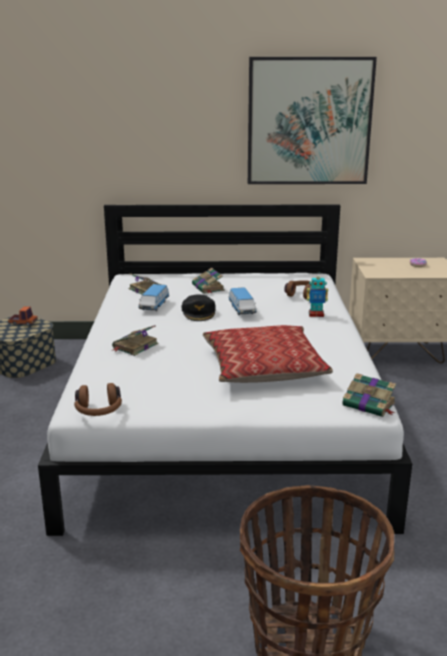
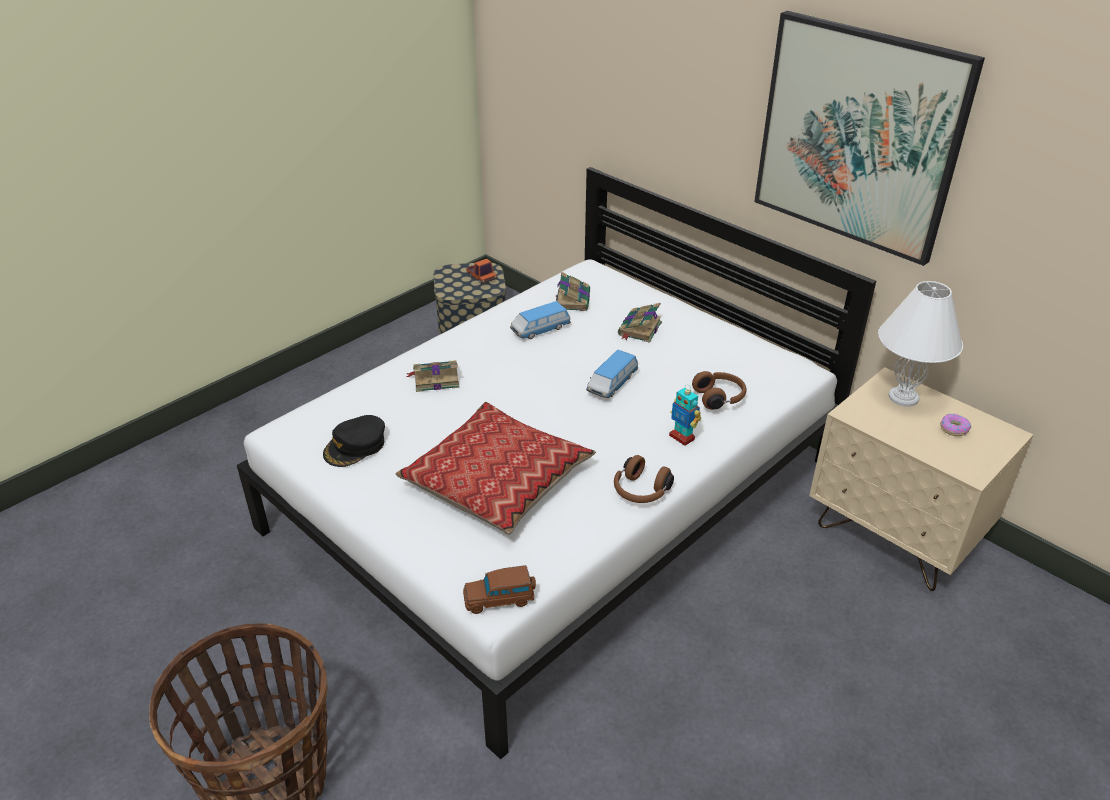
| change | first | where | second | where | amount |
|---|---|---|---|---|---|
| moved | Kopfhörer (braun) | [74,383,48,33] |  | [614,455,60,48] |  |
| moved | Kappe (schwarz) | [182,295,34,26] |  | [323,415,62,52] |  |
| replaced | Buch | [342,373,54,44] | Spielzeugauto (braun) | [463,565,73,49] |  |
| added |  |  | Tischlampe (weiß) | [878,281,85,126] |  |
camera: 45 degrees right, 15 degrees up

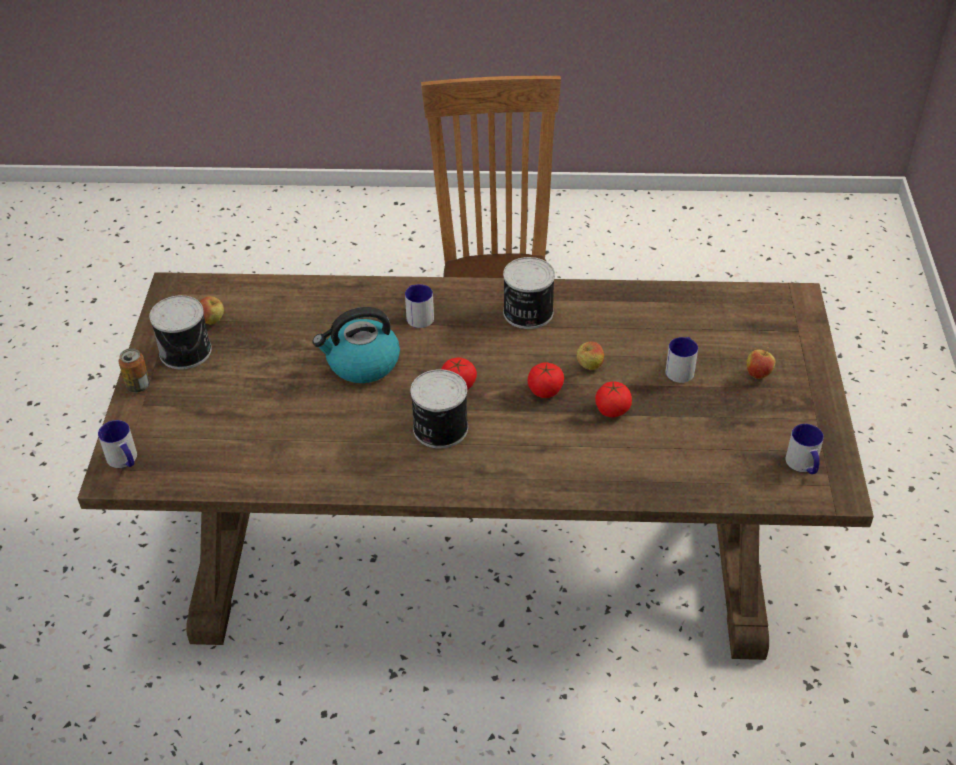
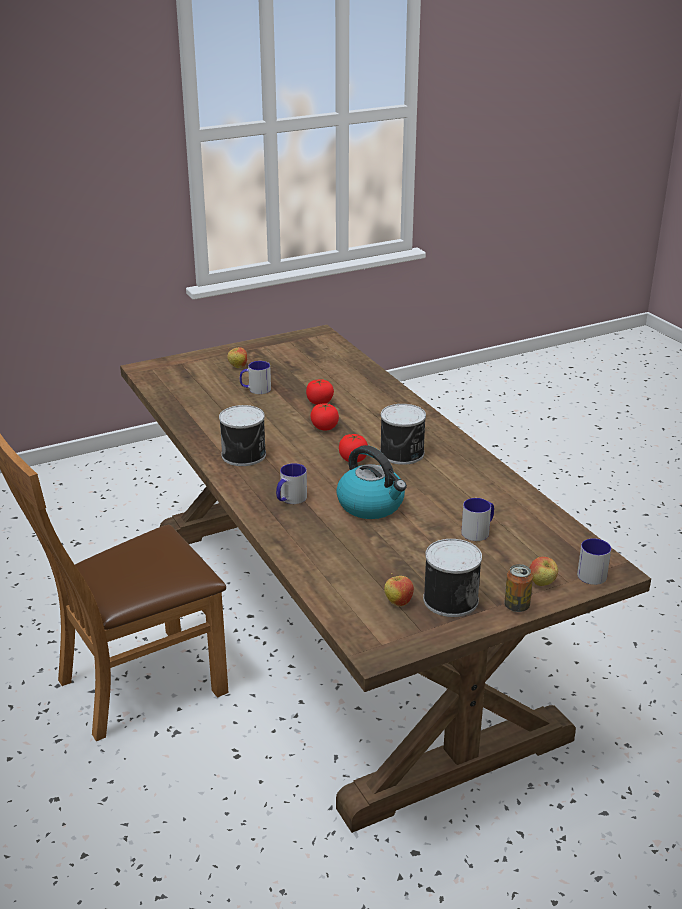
| change | first | where | second | where | amount |
|---|---|---|---|---|---|
| moved | Apfel | [577,342,27,28] |  | [530,557,28,29] |  |
| moved | Henkelbecher | [786,424,38,50] |  | [461,498,33,43] |  |
camera: 120 degrees left, 15 degrees down

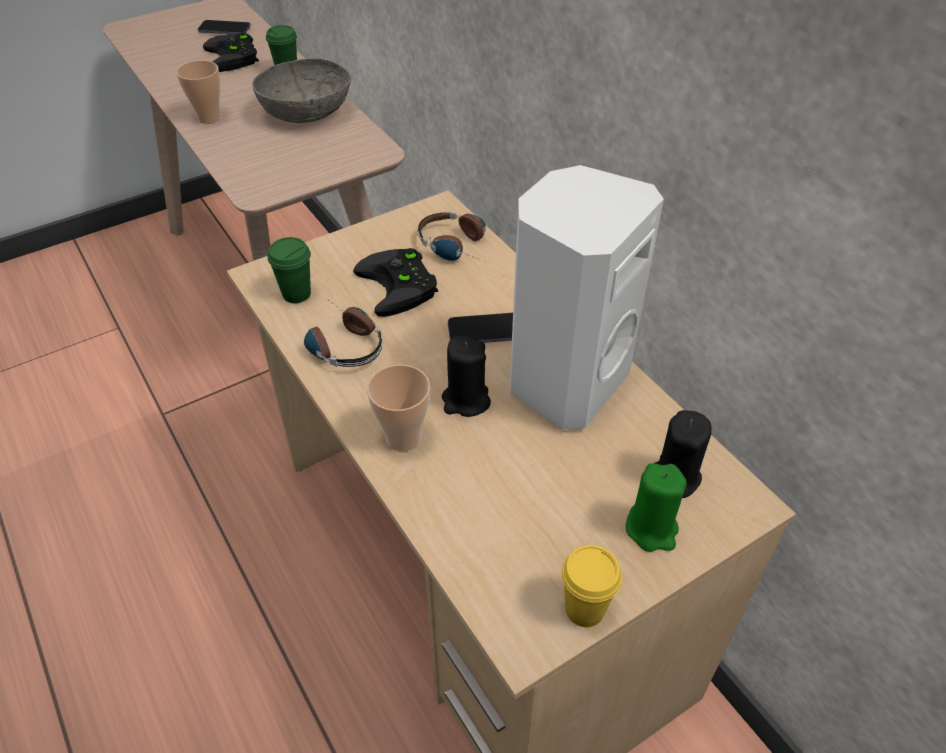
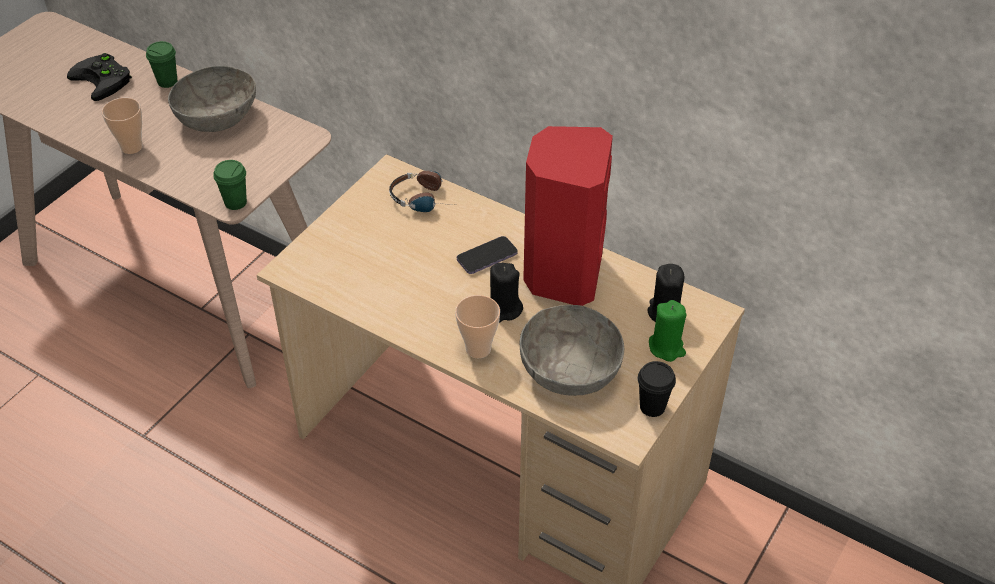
| change | first | where | second | where | amount |
|---|---|---|---|---|---|
| removed | Handy | [198,20,53,14] |  |  |  |
| moved | Tasse (grün) | [268,237,43,66] |  | [213,160,34,50] |  |
| removed | Kopfhörer | [304,298,78,69] |  |  |  |
| removed | Gamepad (schwarz) | [353,248,85,69] |  |  |  |
| recoloured | Lautsprecher (weiß) | [510,165,154,265] | Lautsprecher (rot) | [523,126,90,180] |  |
| recoloured | Tasse (gelb) | [561,545,61,82] | Tasse (schwarz) | [638,361,38,56] |  |
| added |  |  | Schüssel (grau) | [520,305,104,91] |  |
camera: 25 degrees left, 0 degrees up

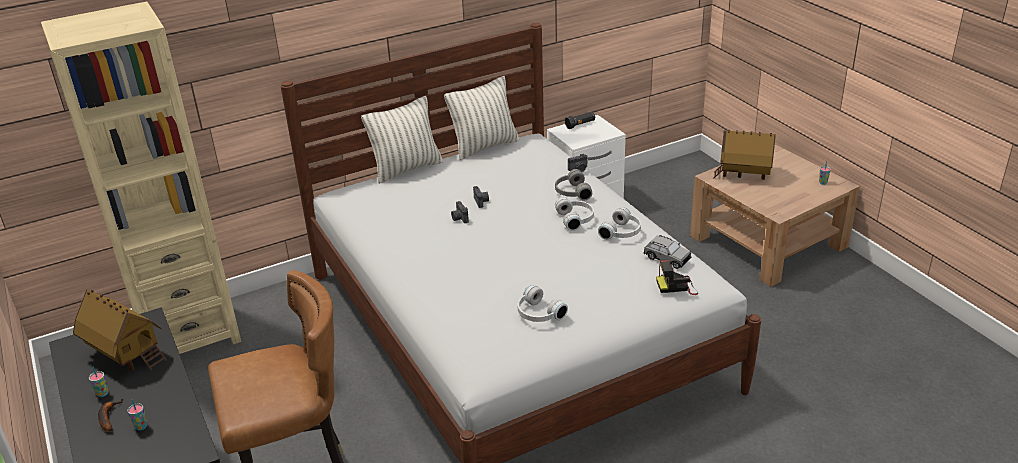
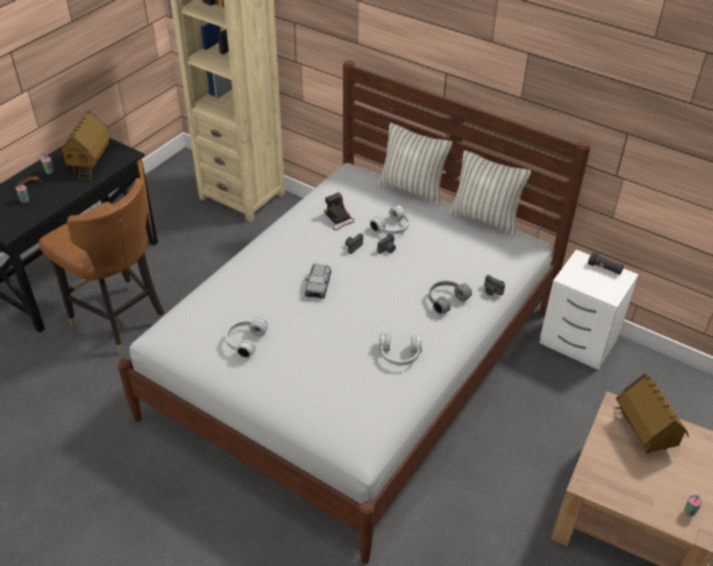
| change | first | where | second | where | amount |
|---|---|---|---|---|---|
| moved | Kopfhörer (weiß) | [555,197,39,34] |  | [370,205,39,29] |  |
| moved | Spielzeugauto (grau) | [643,235,49,34] |  | [305,264,26,34] |  |
| moved | Kamera | [656,259,42,36] |  | [324,192,31,38] |  |
camera: 60 degrees right, 10 degrees up

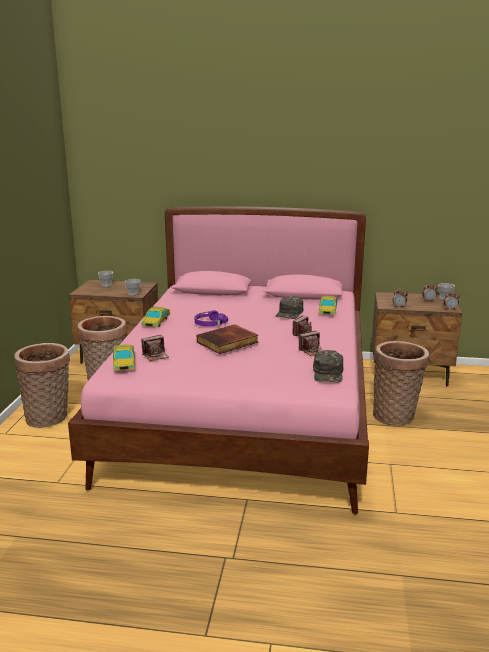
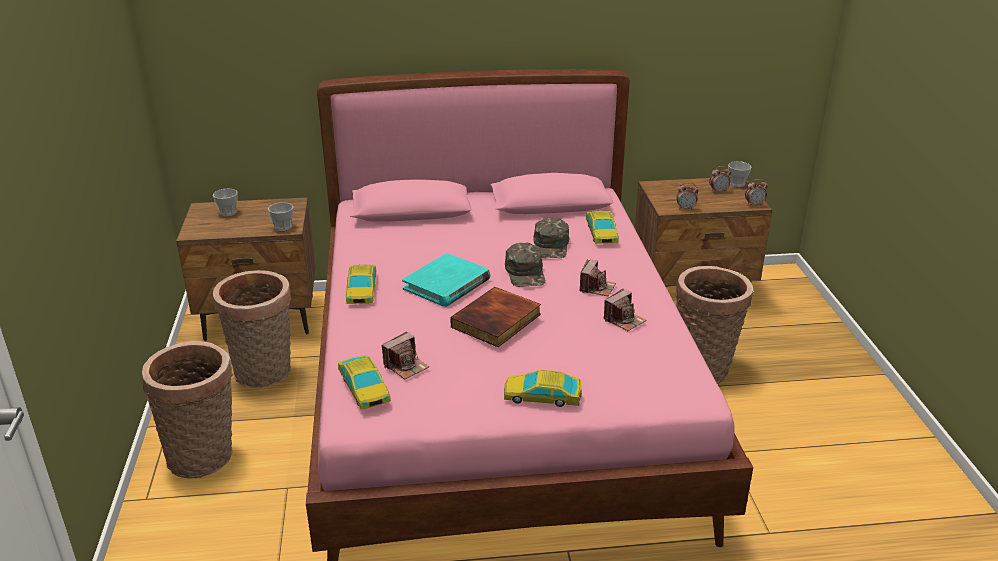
| change | first | where | second | where | amount |
|---|---|---|---|---|---|
| replaced | Kopfhörer (lila) | [195,310,33,16] | Buch (türkis) | [402,253,89,54] |  |
| moved | Kappe (grün) | [313,350,30,33] |  | [505,243,41,44] |  |
| added |  |  | Spielzeugauto | [504,370,78,37] |  |
camera: 15 degrees left, 10 degrees up

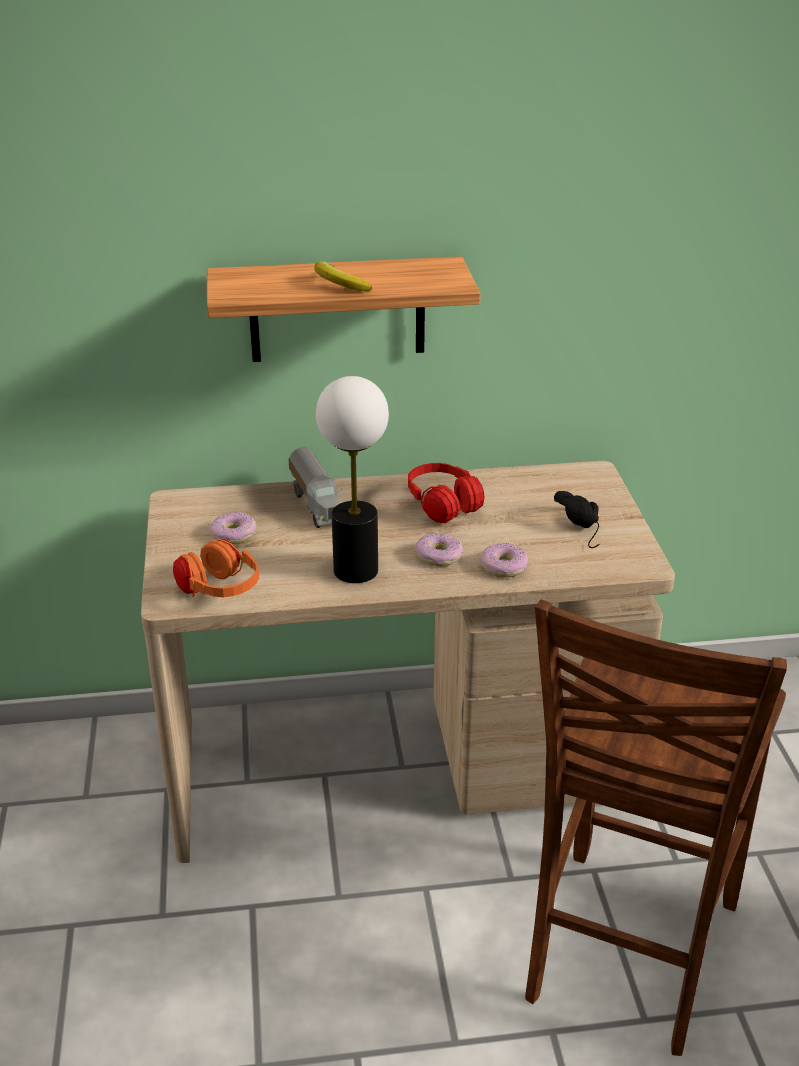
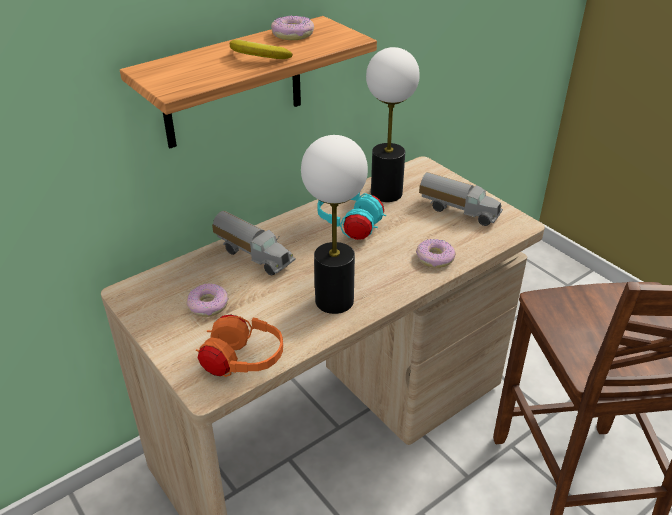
| change | first | where | second | where | amount |
|---|---|---|---|---|---|
| recoloured | Kopfhörer (rot) | [408,463,76,60] | Kopfhörer (türkis) | [317,192,69,48] |  |
| moved | Donut | [415,533,48,34] |  | [271,15,43,25] |  |
| replaced | Kopfhörer (schwarz) | [554,491,45,57] | Spielzeuglaster | [419,172,84,54] |  |
| added |  |  | Tischlampe | [366,47,54,155] |  |
camera: 30 degrees left, 5 degrees up

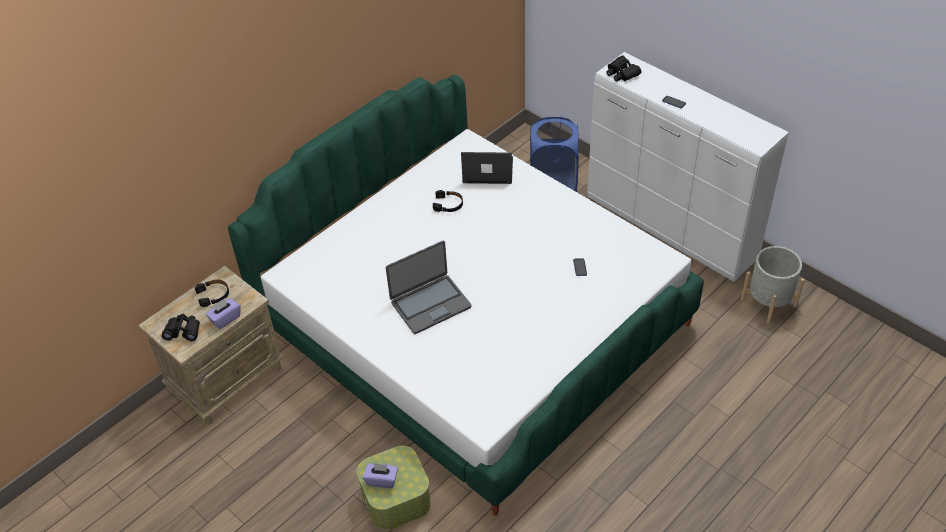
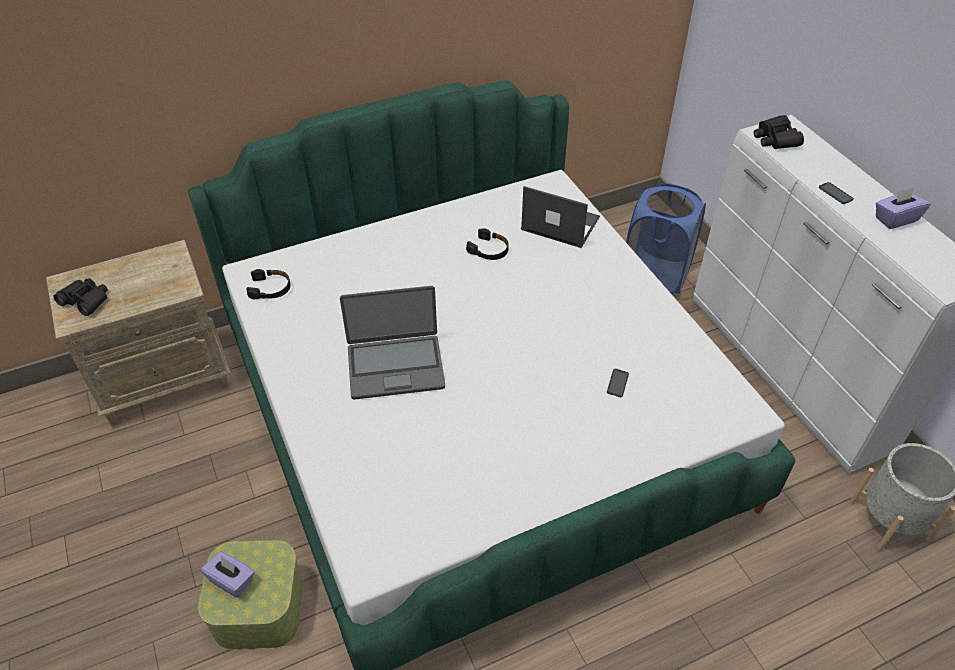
| change | first | where | second | where | amount |
|---|---|---|---|---|---|
| moved | Kopfhörer (schwarz) | [195,280,34,27] |  | [246,269,45,30] |  |
| moved | Taschentuchbox (lila) | [206,298,35,31] |  | [876,187,55,42] |  |
camera: 20 degrees right, 0 degrees up

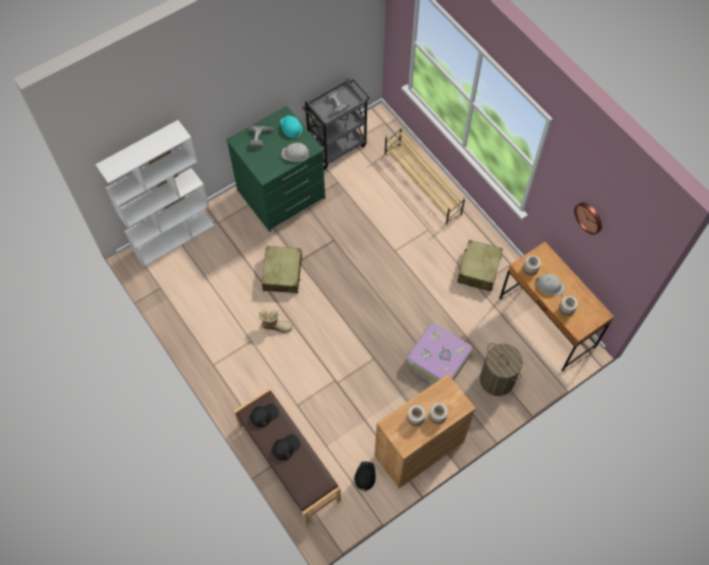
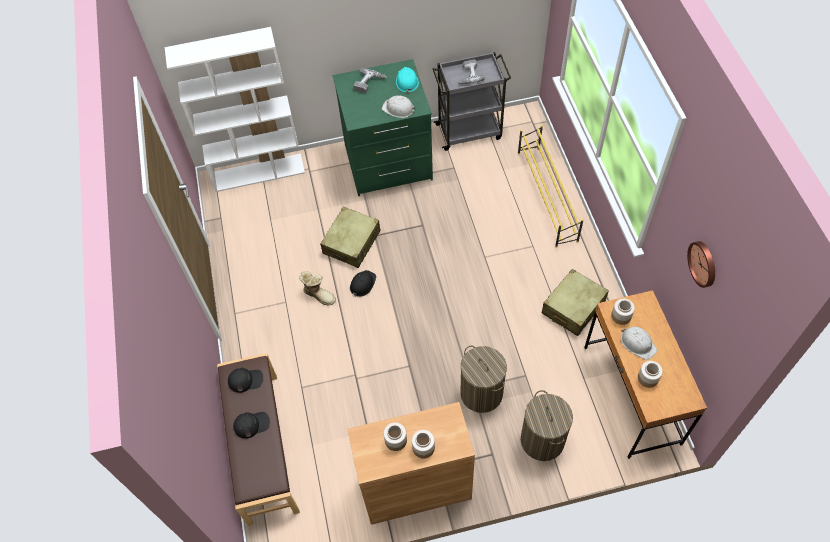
| change | first | where | second | where | amount |
|---|---|---|---|---|---|
| moved | Schutzhelm (schwarz) | [355,461,21,31] |  | [350,270,26,27] |  |
| replaced | Koffer | [406,323,66,62] | Wäschekorb | [460,346,47,67] |  |
camera: 25 degrees right, 5 degrees down

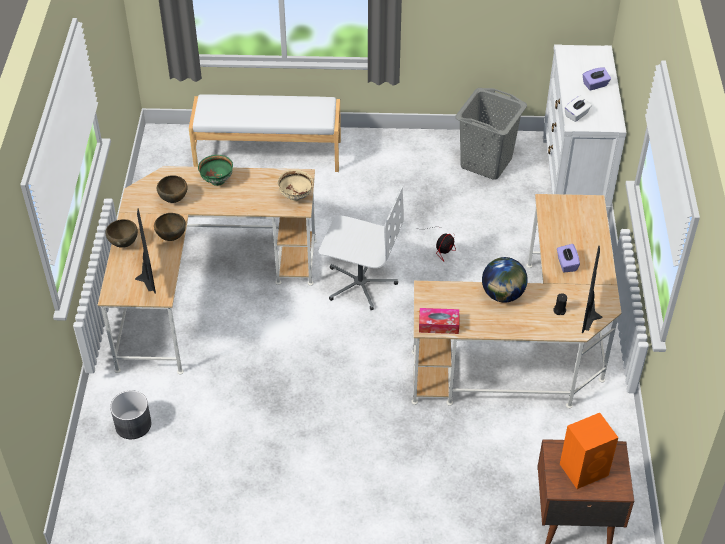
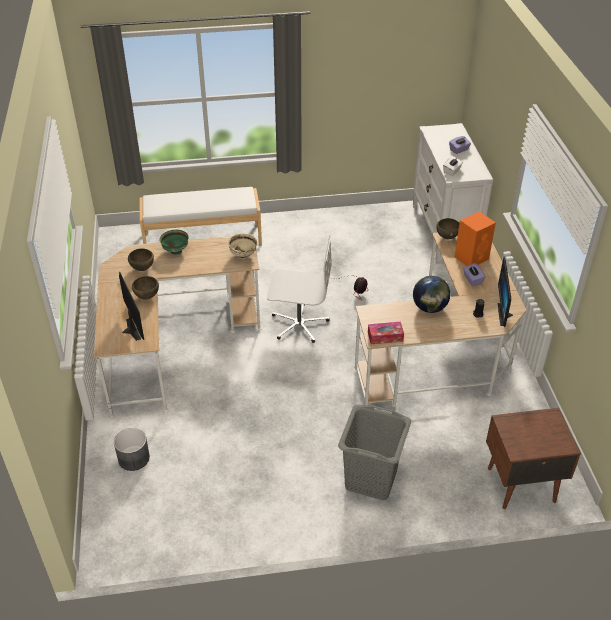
| change | first | where | second | where | amount |
|---|---|---|---|---|---|
| moved | Schüssel (braun) | [105,219,33,29] |  | [437,218,23,21] |  |
| moved | Wäschekorb (grau) | [455,88,72,92] |  | [338,405,73,95] |  |
| moved | Lautsprecher (orange) | [560,413,58,76] |  | [455,211,41,55] |  |
camera: 10 degrees left, 5 degrees down

